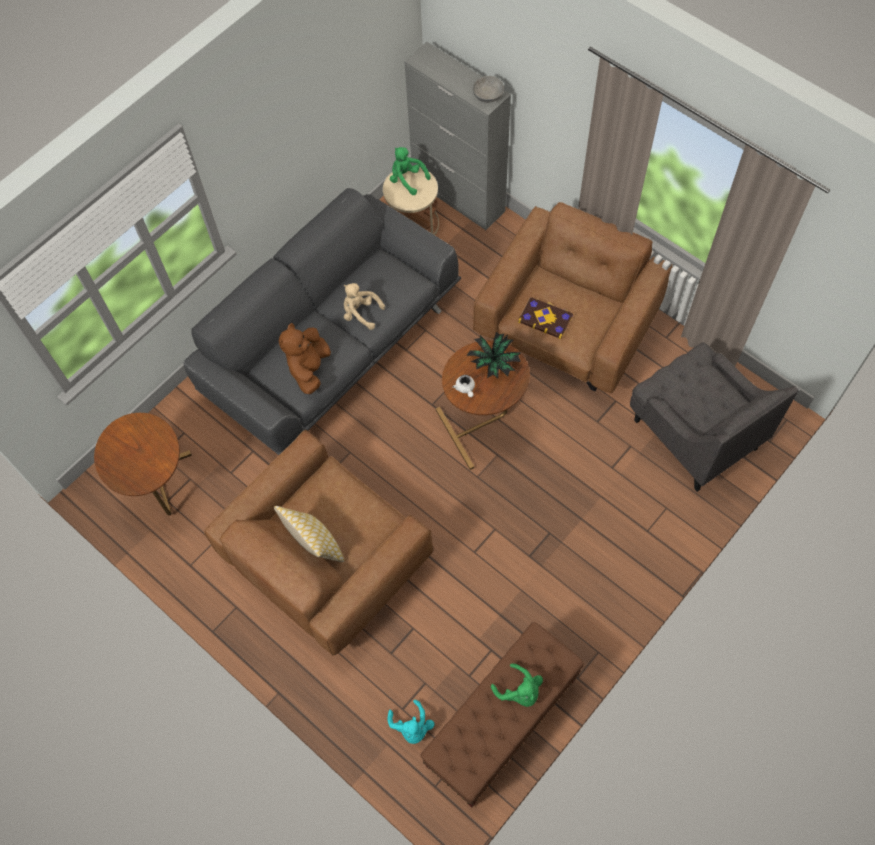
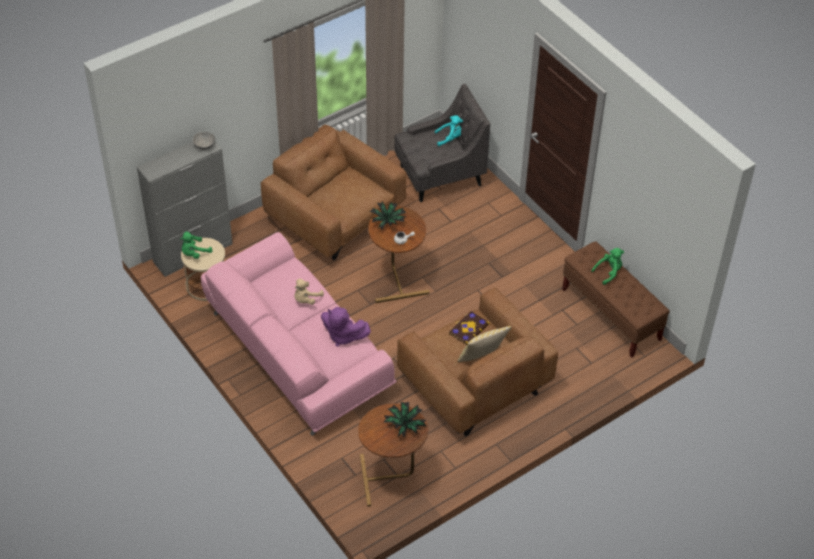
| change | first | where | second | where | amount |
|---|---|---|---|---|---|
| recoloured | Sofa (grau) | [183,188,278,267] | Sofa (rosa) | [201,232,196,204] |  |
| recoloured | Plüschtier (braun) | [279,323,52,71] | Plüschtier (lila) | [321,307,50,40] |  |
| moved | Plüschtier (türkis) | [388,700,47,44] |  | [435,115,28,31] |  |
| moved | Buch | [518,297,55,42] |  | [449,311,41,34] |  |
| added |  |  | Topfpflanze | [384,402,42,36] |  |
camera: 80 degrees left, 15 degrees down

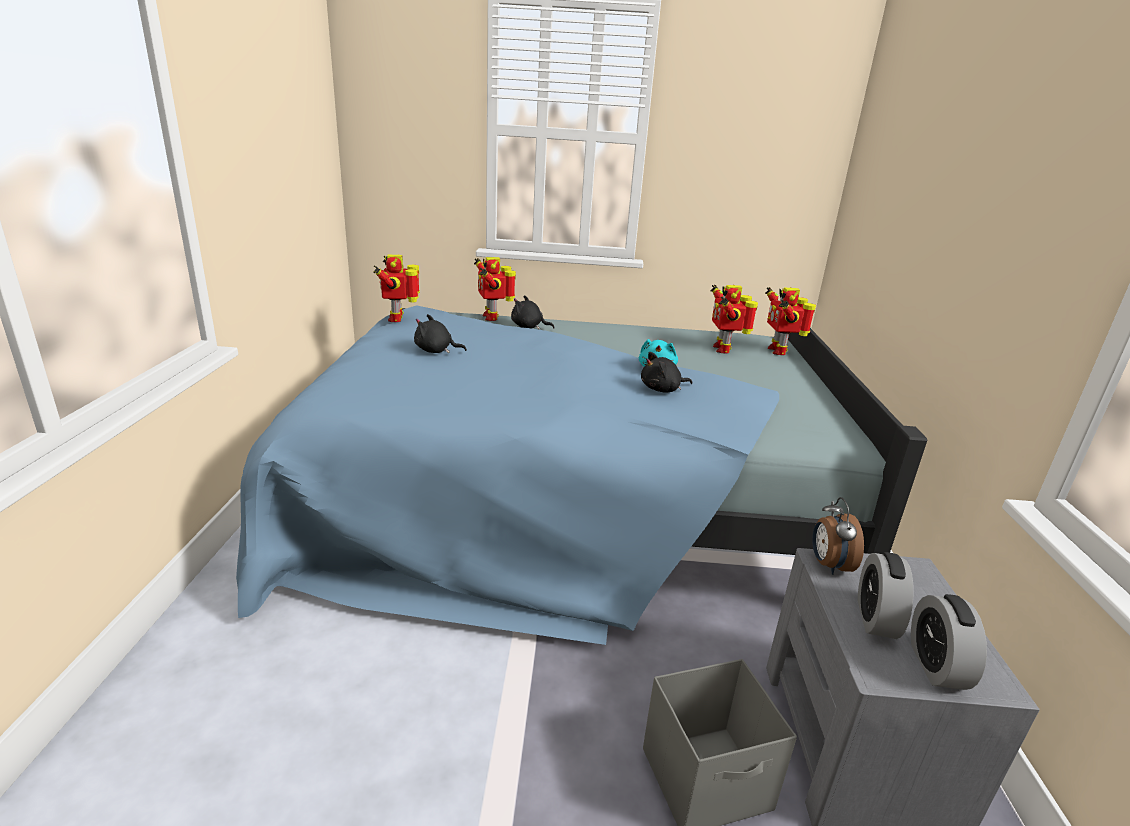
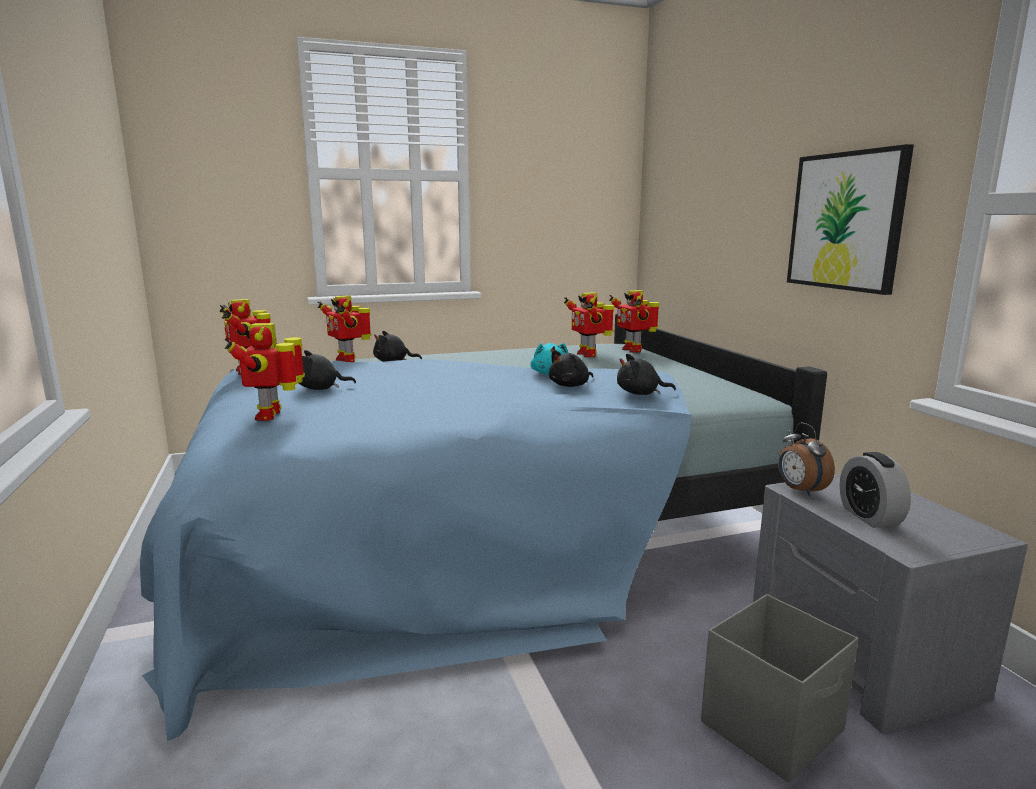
| change | first | where | second | where | amount |
|---|---|---|---|---|---|
| removed | Wecker | [911,594,76,96] |  |  |  |
| added |  |  | Spielzeugroboter | [225,323,80,98] |  |
| added |  |  | Plüschtier (schwarz) | [617,354,59,41] |  |
| added |  |  | Bild | [787,144,127,151] |  |
camera: 20 degrees left, 10 degrees down

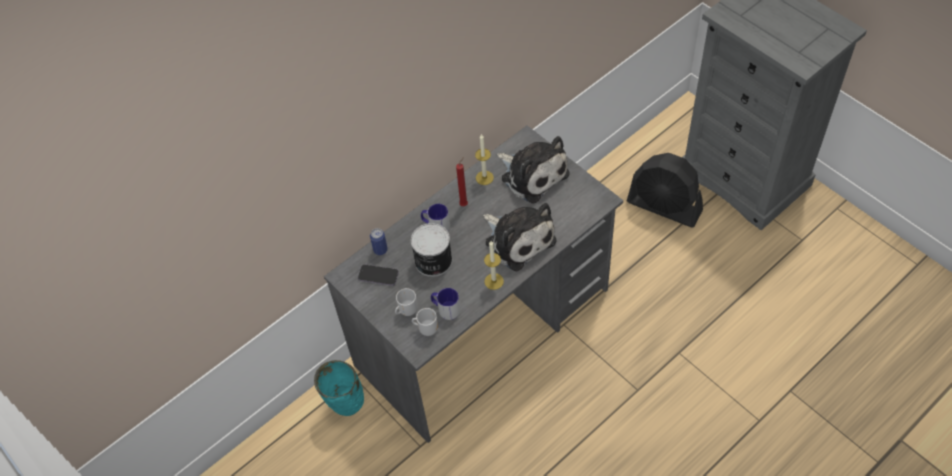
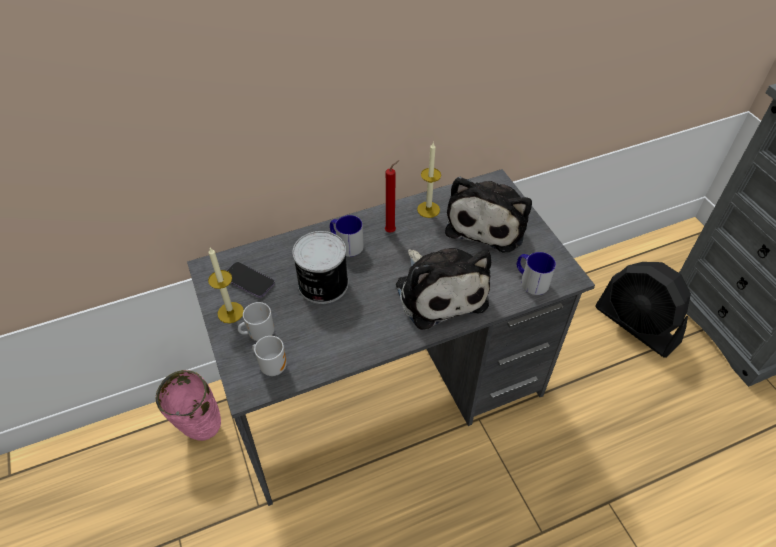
| change | first | where | second | where | amount |
|---|---|---|---|---|---|
| recoloured | Vase (türkis) | [314,360,50,56] | Vase (rosa) | [155,370,66,71] |  |
| removed | Dose | [370,228,18,27] |  |  |  |
| moved | Henkelbecher | [431,288,29,32] |  | [517,252,39,43] |  |
| moved | Kerze | [484,241,20,49] |  | [208,248,36,75] |  |
| turned | Plüschtier | [497,136,73,68] |  | [445,177,87,75] | 45 degrees clockwise |
camera: 15 degrees right, 5 degrees down

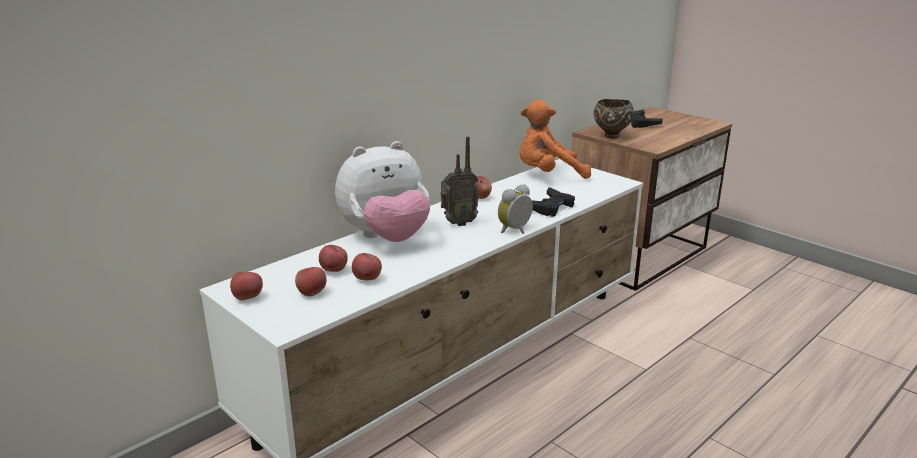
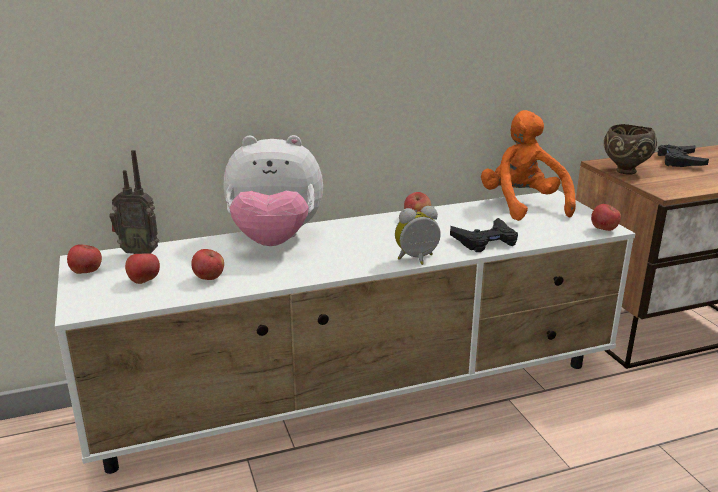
| change | first | where | second | where | amount |
|---|---|---|---|---|---|
| moved | Apfel | [319,245,29,27] |  | [591,204,30,27] |  |
| moved | Radio | [440,136,39,90] |  | [109,150,50,104] |  |
| turned | Plüschtier (orange) | [519,100,72,79] |  | [481,110,95,111] | 60 degrees clockwise |
camera: 25 degrees right, 0 degrees up

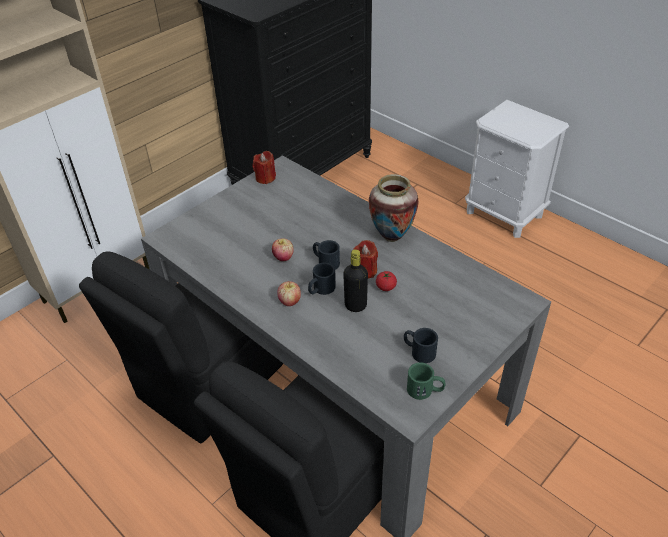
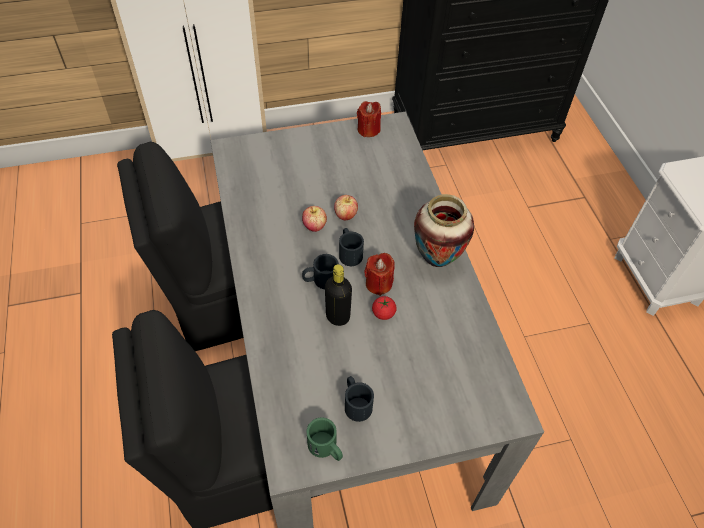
| change | first | where | second | where | amount |
|---|---|---|---|---|---|
| moved | Apfel | [277,281,24,25] |  | [334,195,24,25] |  |
camera: 30 degrees right, 10 degrees up

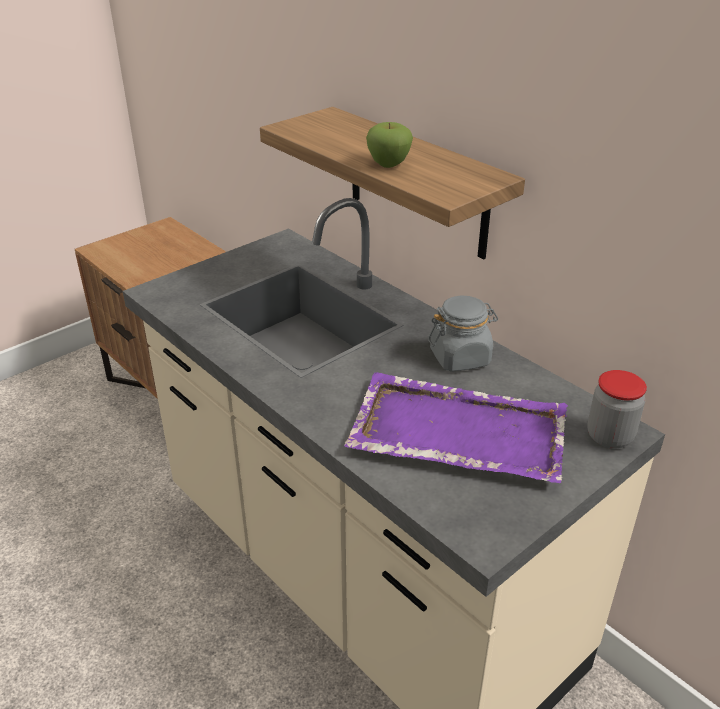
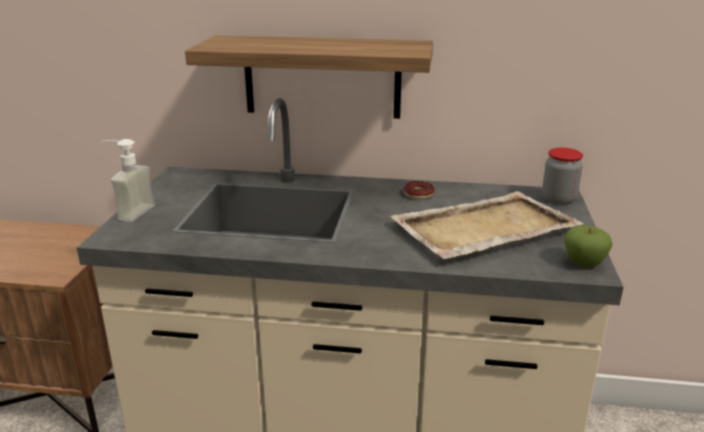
| change | first | where | second | where | amount |
|---|---|---|---|---|---|
| recoloured | Tablett (lila) | [344,372,224,111] | Tablett (beige) | [389,191,195,68] |  |
| moved | Apfel | [366,122,47,46] |  | [564,225,48,43] |  |
| replaced | Vorratsglas (grau) | [428,295,70,77] | Donut | [403,181,32,18] |  |
| added |  |  | Seifenspender | [102,139,53,83] |  |
camera: 40 degrees left, 10 degrees down

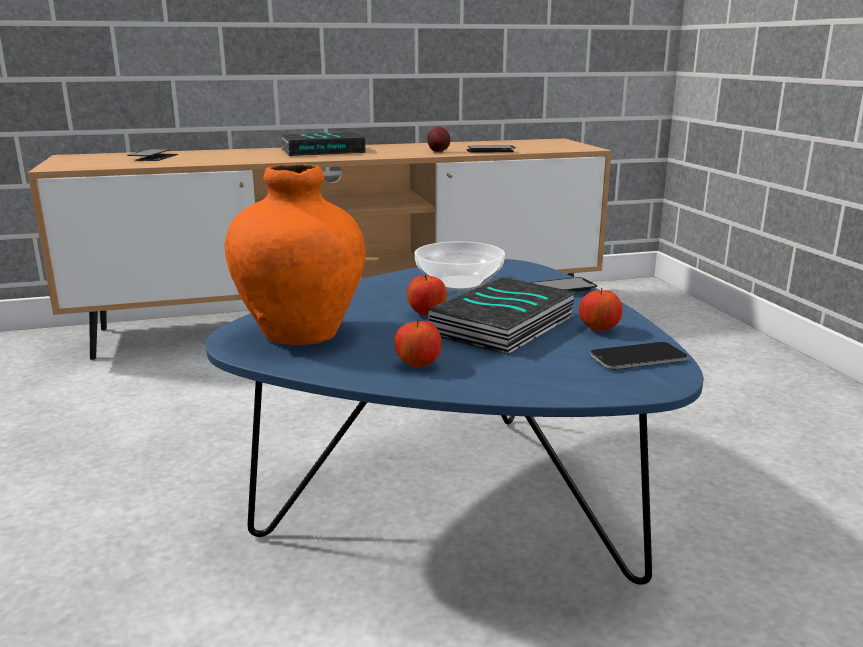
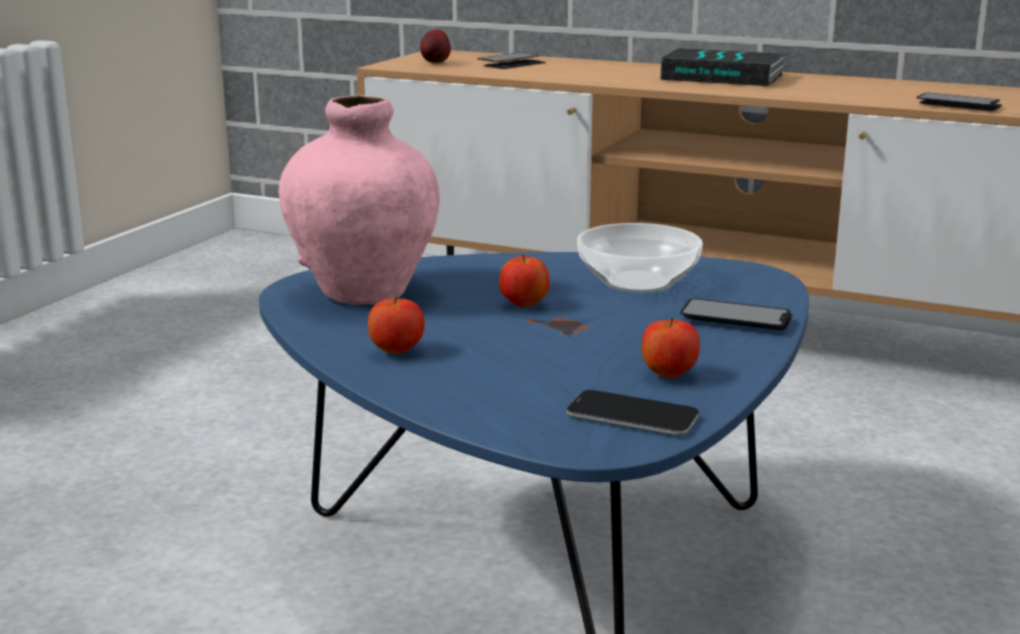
| change | first | where | second | where | amount |
|---|---|---|---|---|---|
| recoloured | Vase (orange) | [224,164,142,181] | Vase (rosa) | [279,94,161,211] |  |
| moved | Apfel | [427,126,24,26] |  | [420,29,31,34] |  |
| removed | Buch | [428,277,149,78] |  |  |  |
camera: 40 degrees right, 0 degrees up

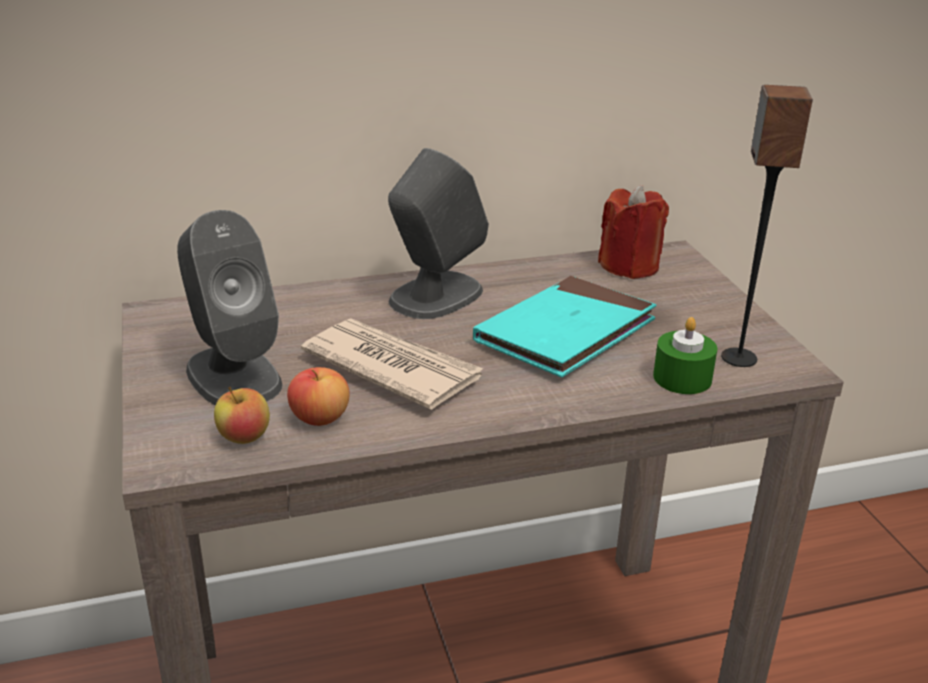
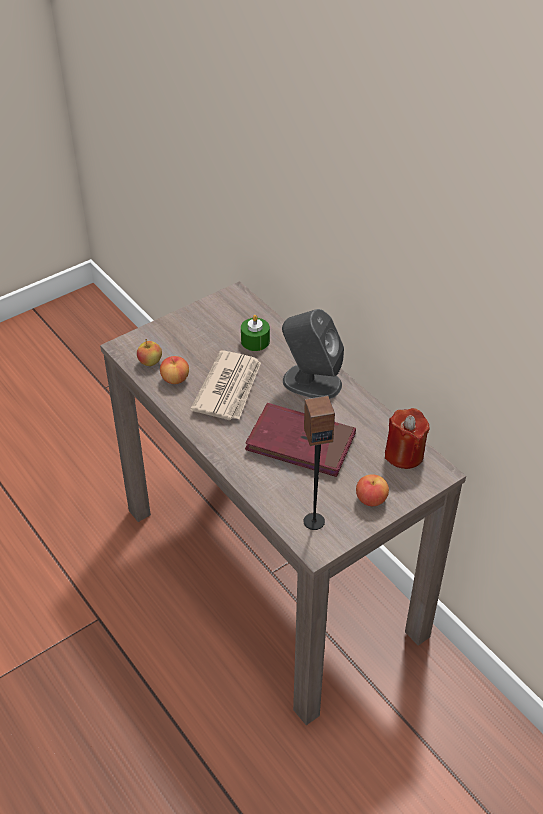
| change | first | where | second | where | amount |
|---|---|---|---|---|---|
| removed | Lautsprecher (grau) | [177,210,105,195] |  |  |  |
| recoloured | Buch (türkis) | [473,276,183,101] | Buch (rot) | [245,403,111,74] |  |
| moved | Kerze (grün) | [653,317,65,77] |  | [241,315,29,36] |  |
| added |  |  | Apfel | [356,474,33,32] |  |
camera: 70 degrees right, 15 degrees up

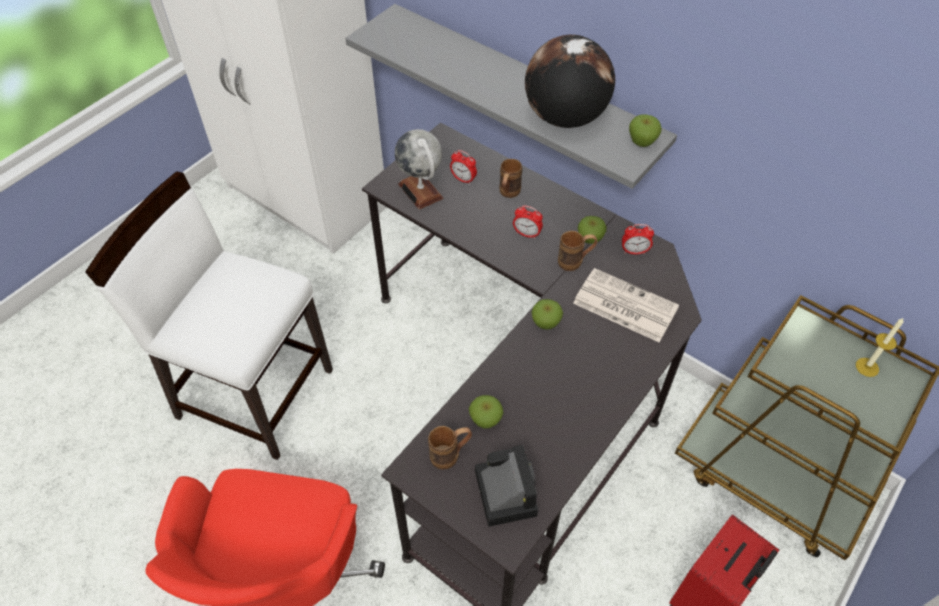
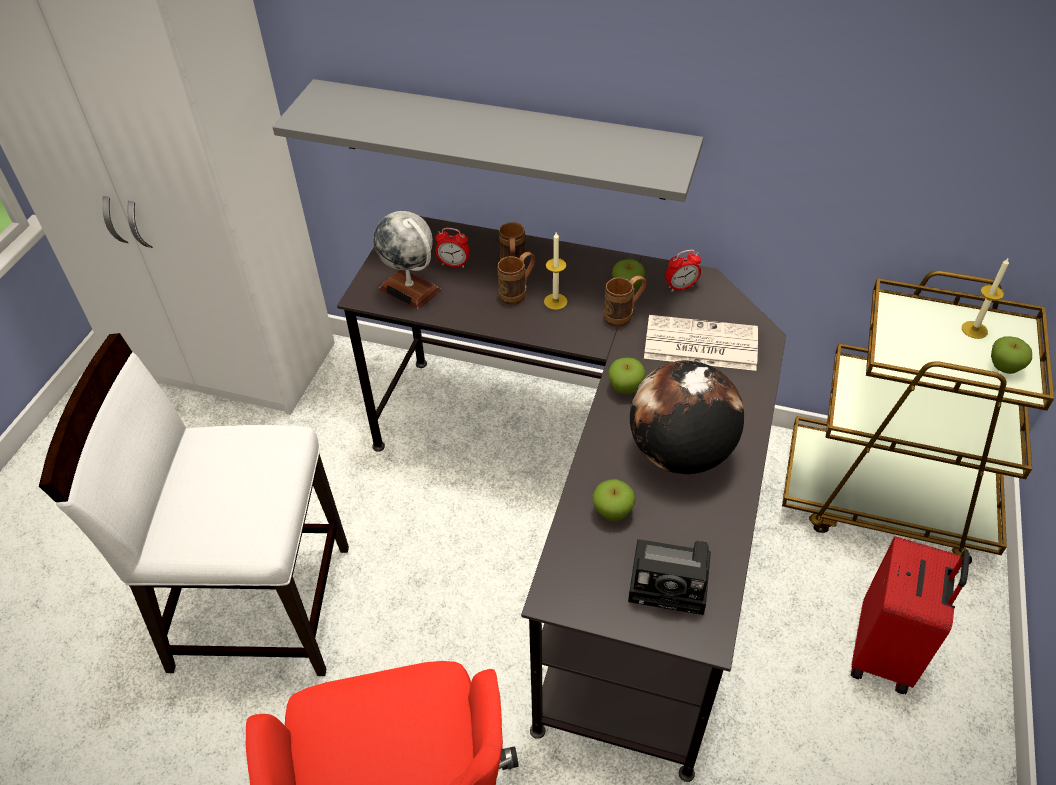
| change | first | where | second | where | amount |
|---|---|---|---|---|---|
| moved | Henkelbecher (braun) | [428,426,44,44] |  | [497,252,38,53] |  |
| turned | Kamera | [475,445,63,82] |  | [628,539,83,76] | 135 degrees clockwise |
| replaced | Wecker | [513,205,30,34] | Kerze | [544,232,24,78] |  |
| moved | Globus | [525,35,90,93] |  | [630,360,114,115] |  |
| moved | Apfel | [629,114,33,33] |  | [991,336,41,38] |  |
camera: 20 degrees left, 5 degrees down

